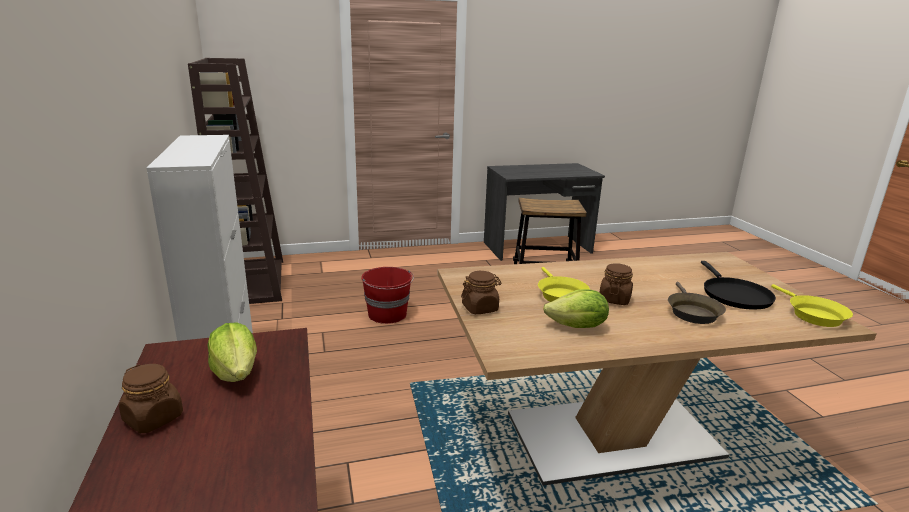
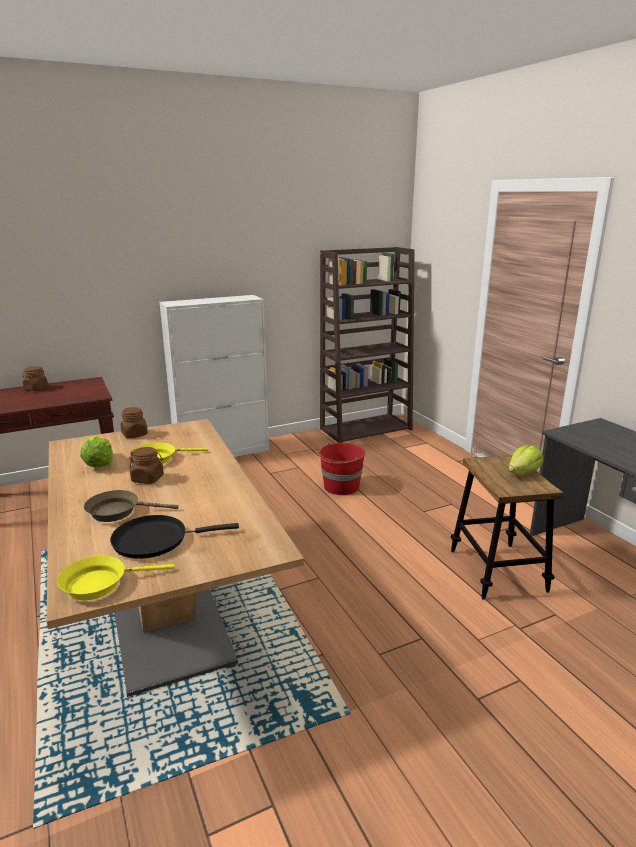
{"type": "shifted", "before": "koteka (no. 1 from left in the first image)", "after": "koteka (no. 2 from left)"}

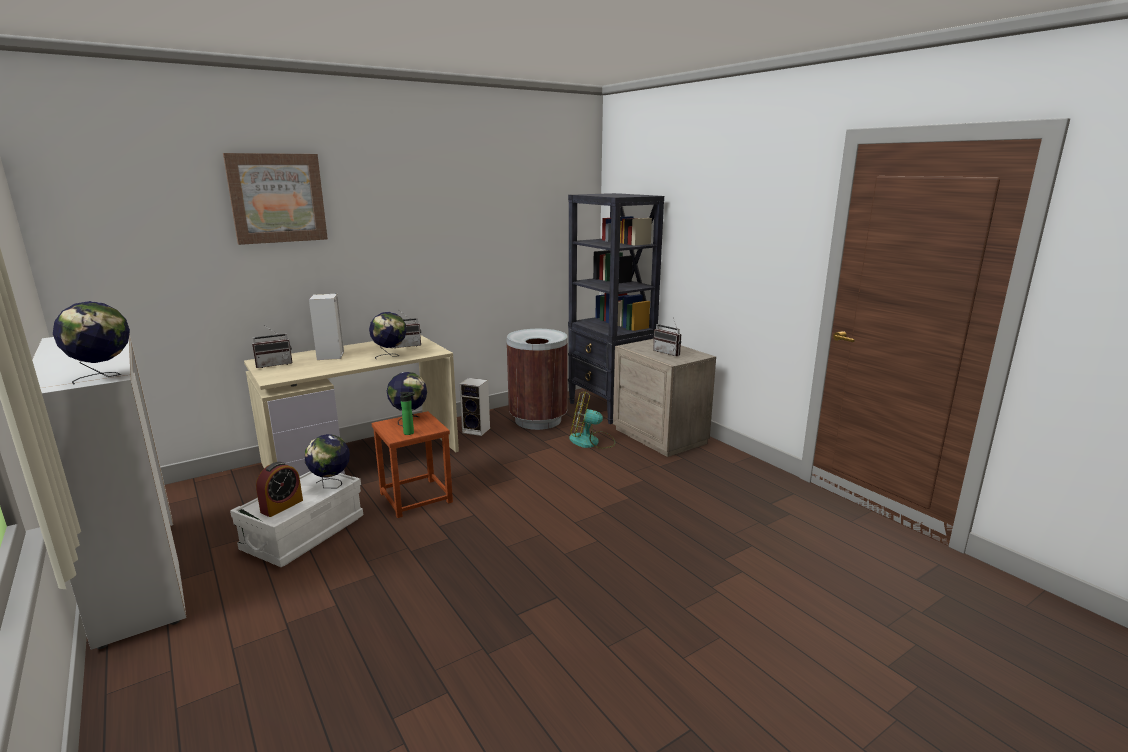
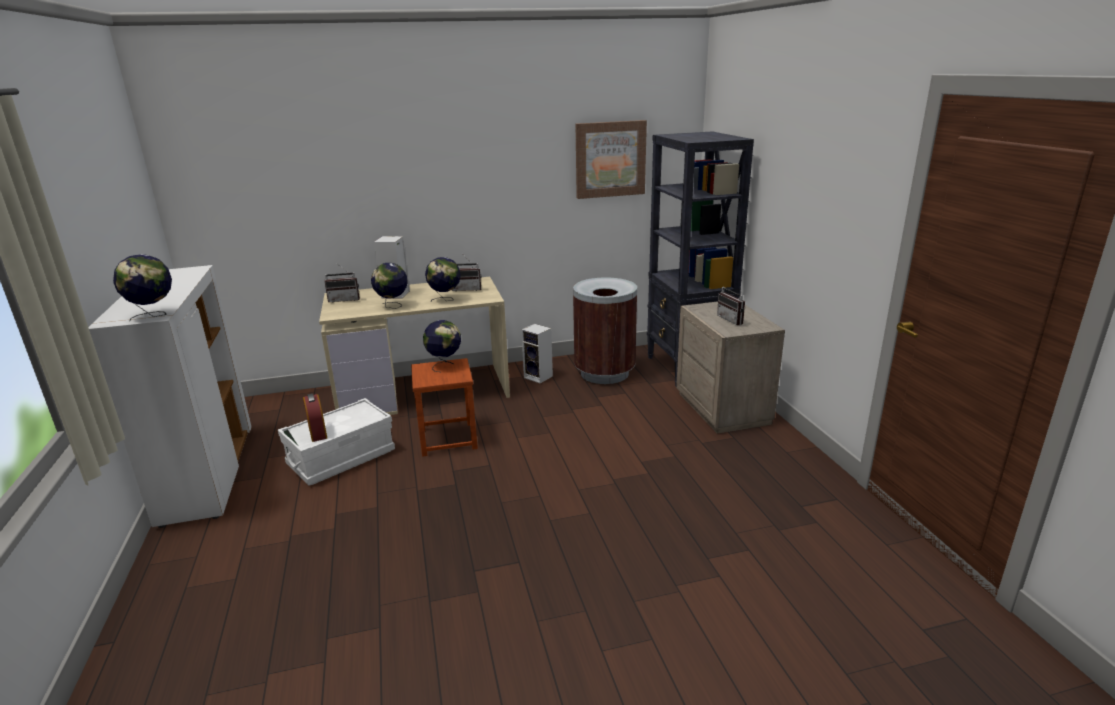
{"type": "shifted", "before": "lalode"}
{"type": "gone", "before": "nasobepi"}
{"type": "gone", "before": "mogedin"}
{"type": "shifted", "before": "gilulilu (no. 2 from left)"}
{"type": "rotated", "before": "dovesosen", "turn": 105}

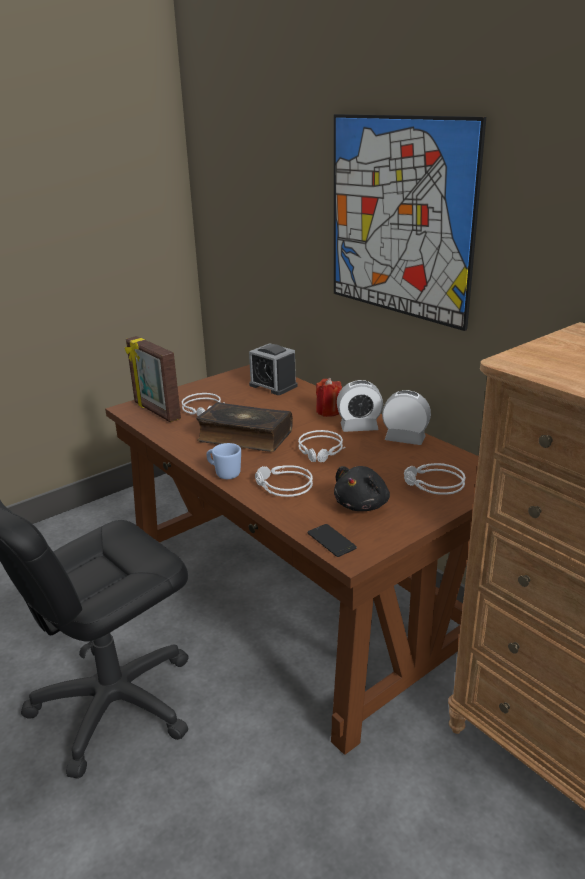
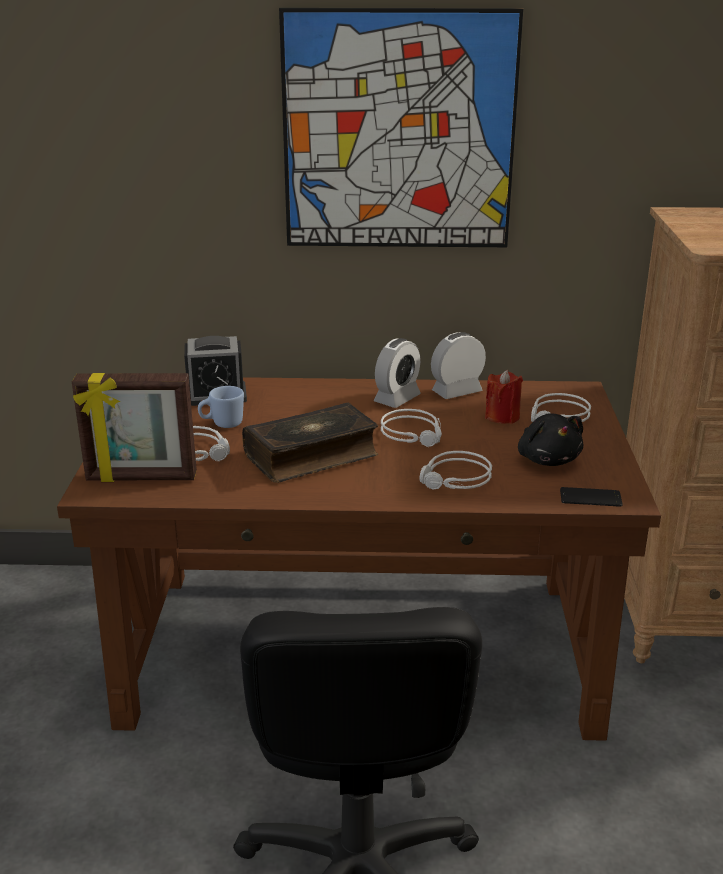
{"type": "shifted", "before": "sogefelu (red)"}
{"type": "shifted", "before": "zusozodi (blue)"}

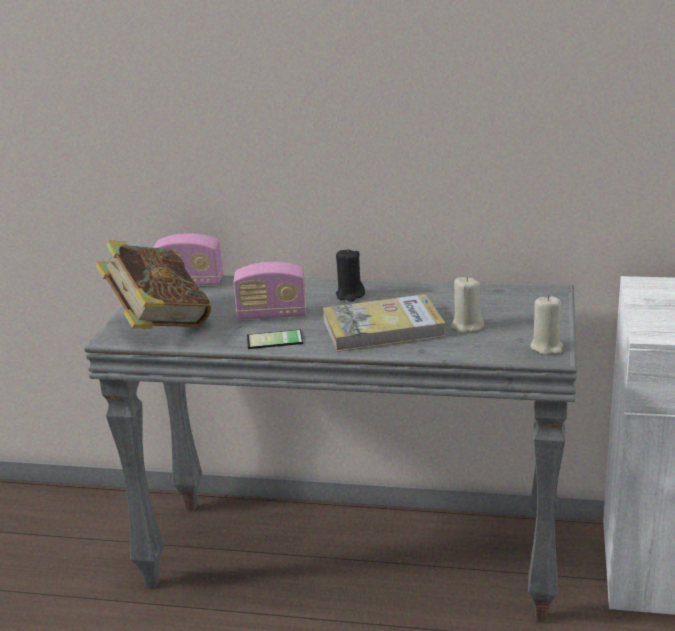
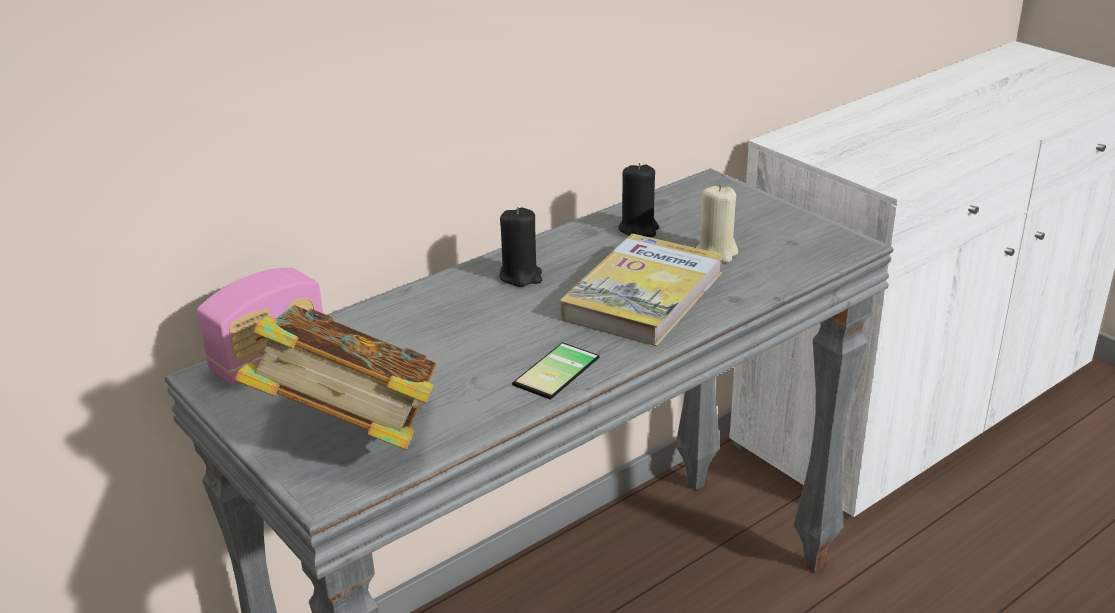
{"type": "gone", "before": "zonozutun (no. 2 from left)"}
{"type": "gone", "before": "sogefelu (beige) (no. 2 from left)"}
{"type": "new", "after": "sogefelu (black) (no. 2 from left)"}

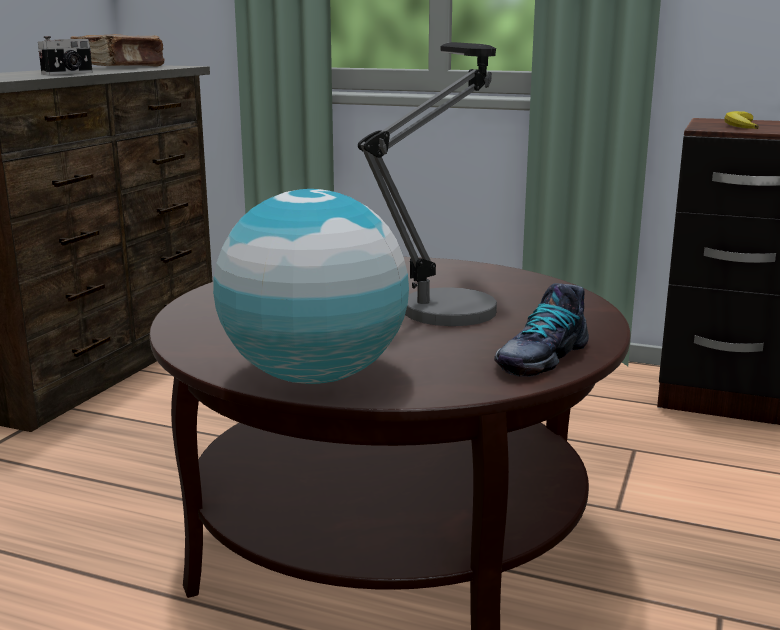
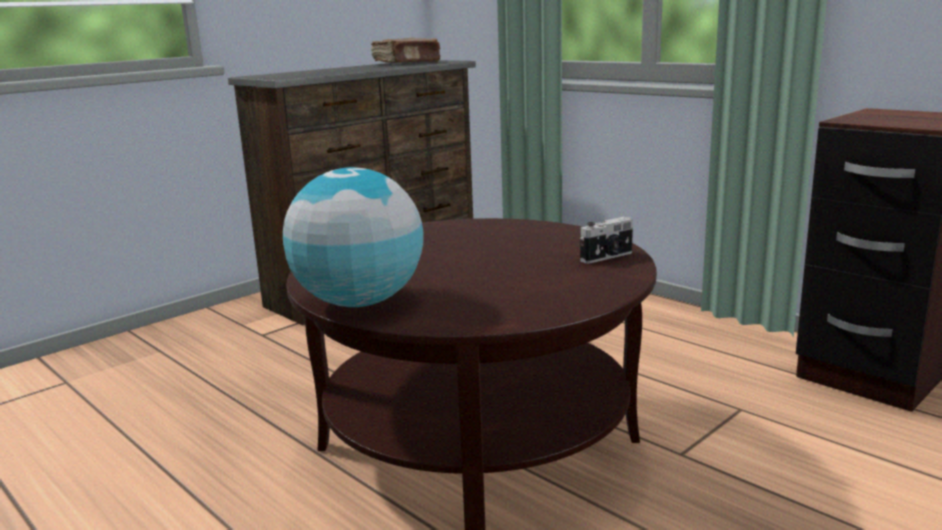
{"type": "shifted", "before": "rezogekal"}
{"type": "gone", "before": "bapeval"}
{"type": "gone", "before": "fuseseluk"}
{"type": "gone", "before": "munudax"}

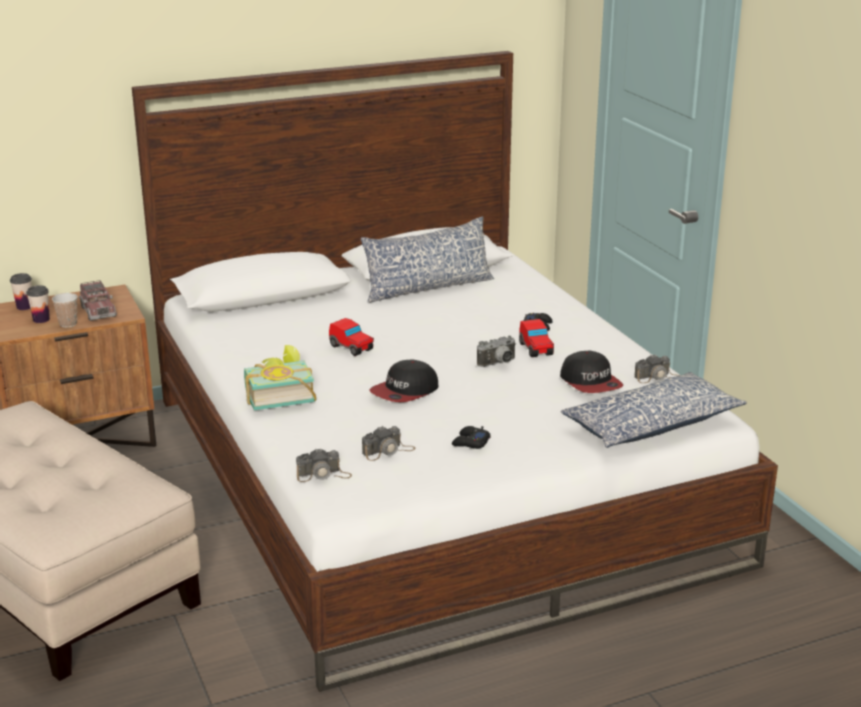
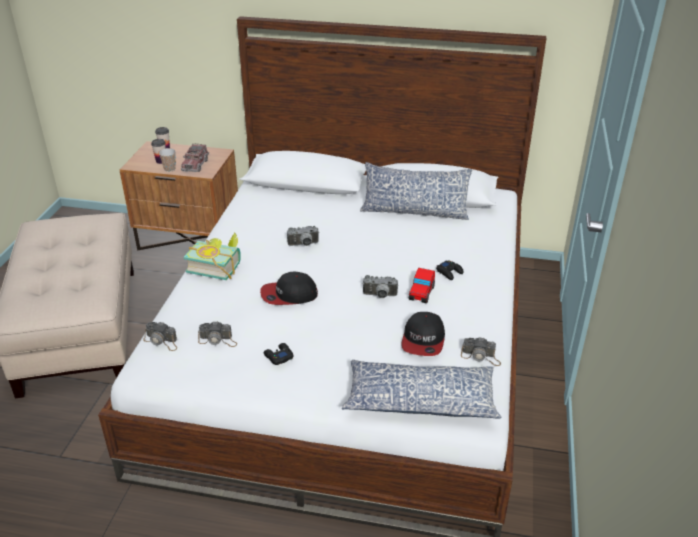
{"type": "swapped", "before": "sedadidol (no. 1 from left)", "after": "rezogekal (no. 3 from left)"}

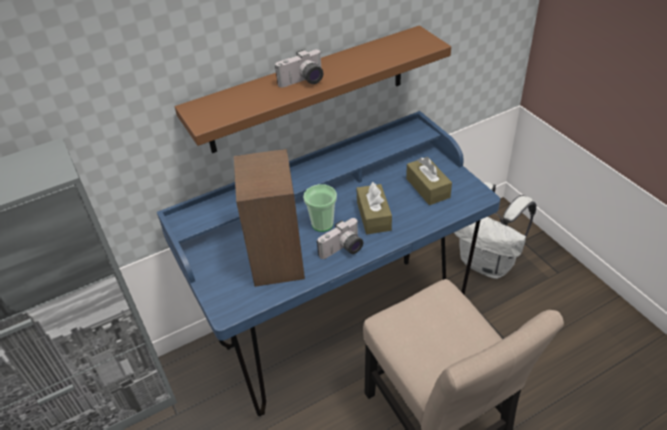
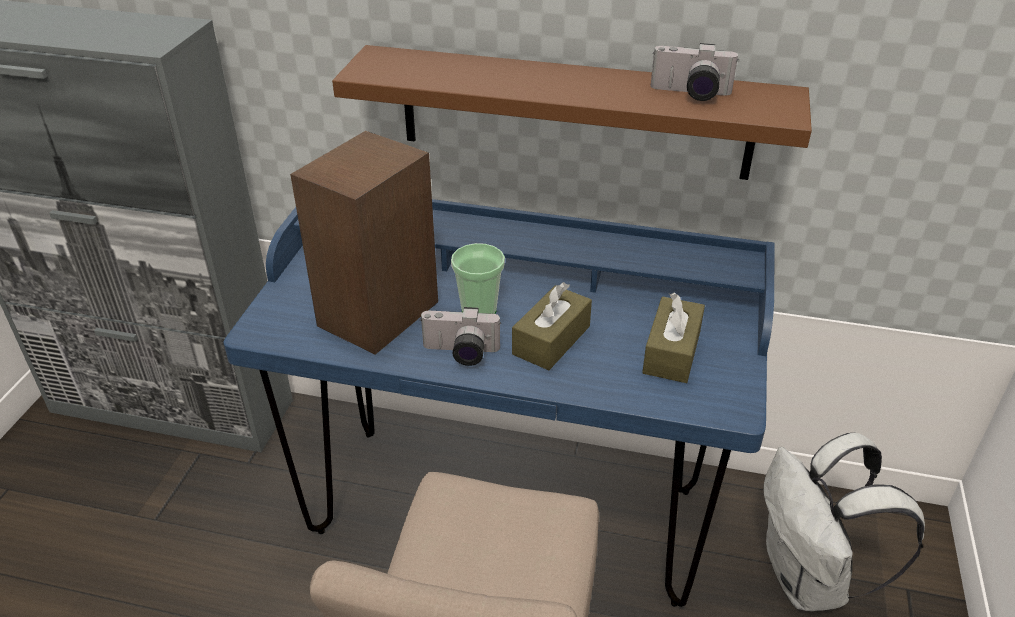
{"type": "shifted", "before": "rezogekal (no. 1 from left in the first image)", "after": "rezogekal (no. 2 from left)"}

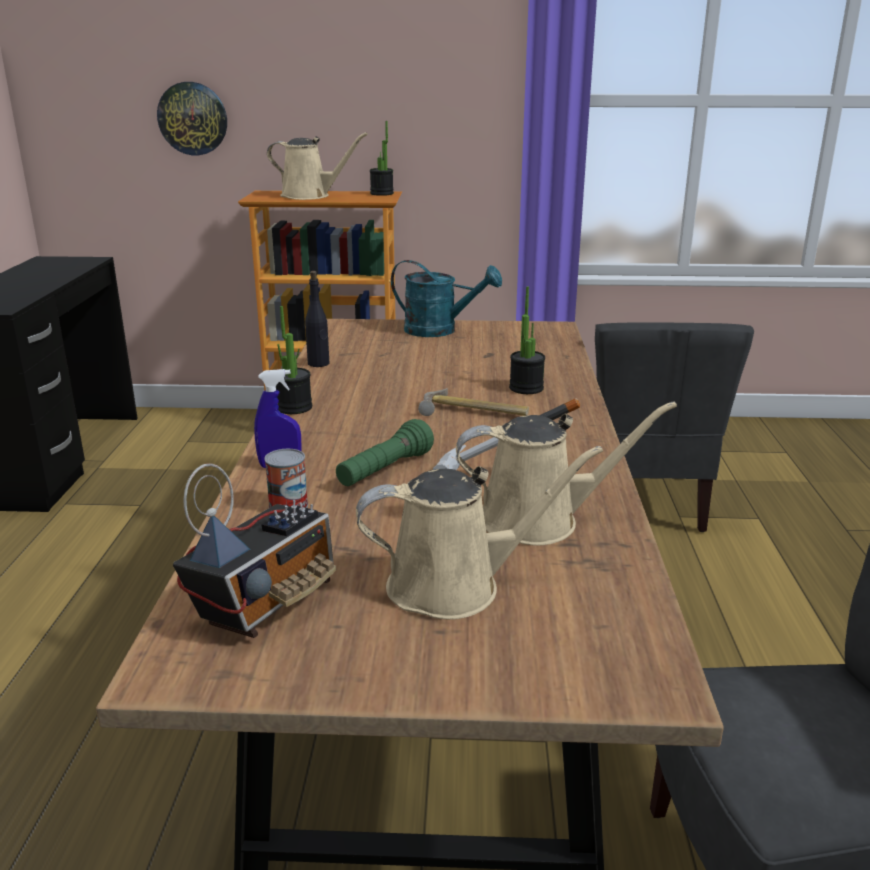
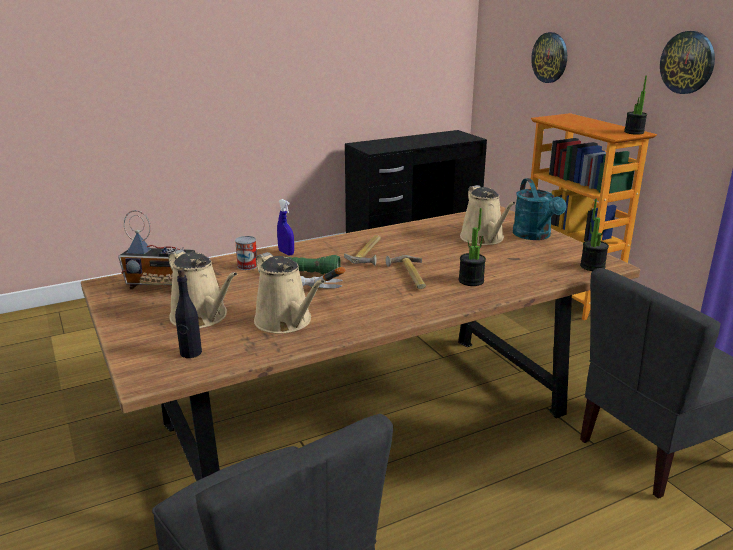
{"type": "shifted", "before": "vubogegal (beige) (no. 1 from left in the first image)", "after": "vubogegal (beige) (no. 3 from left)"}
{"type": "shifted", "before": "mogedin (black)"}
{"type": "shifted", "before": "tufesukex (no. 1 from left in the first image)", "after": "tufesukex (no. 2 from left)"}
{"type": "new", "after": "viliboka (no. 2 from left)"}
{"type": "new", "after": "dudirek (no. 2 from left)"}

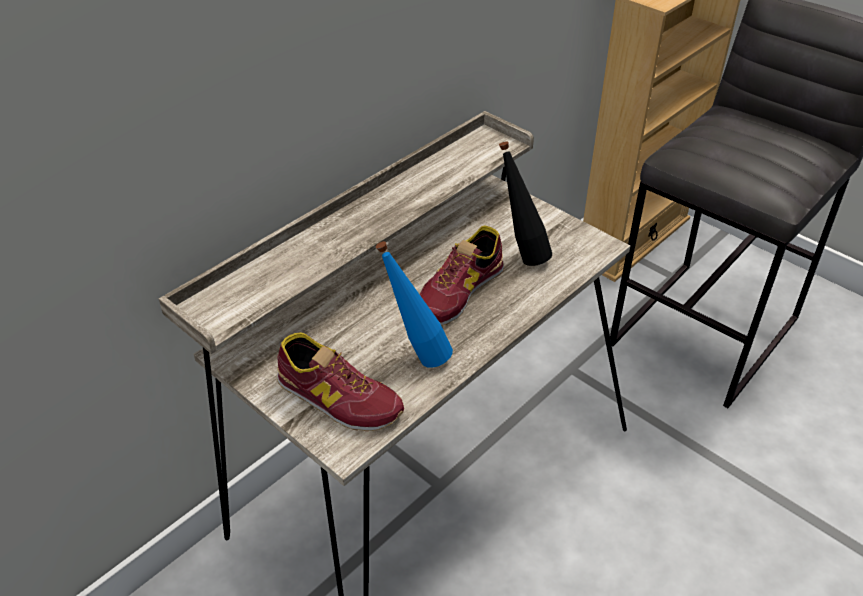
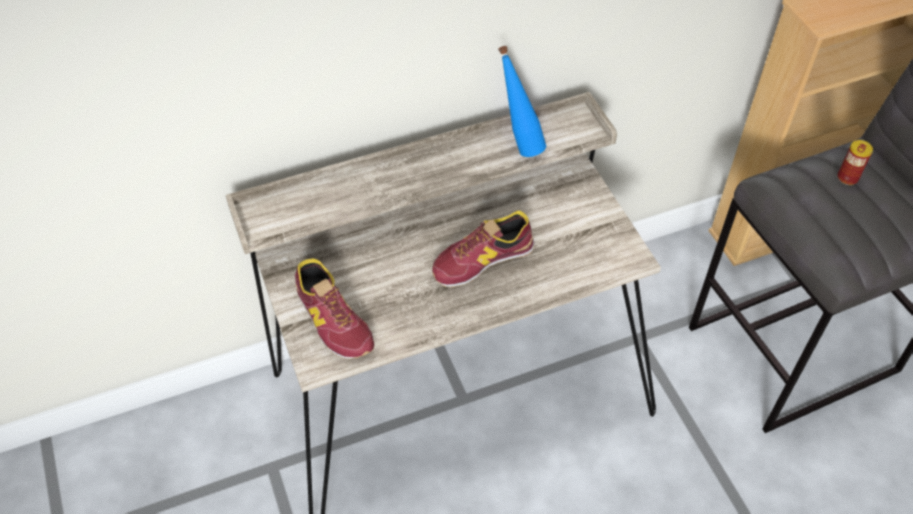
{"type": "gone", "before": "mogedin (black)"}
{"type": "shifted", "before": "mogedin (blue)"}
{"type": "new", "after": "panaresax"}

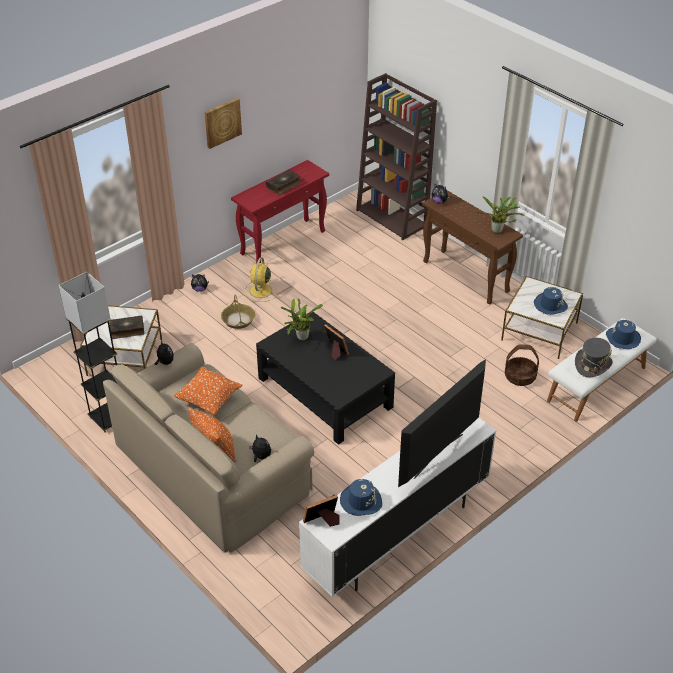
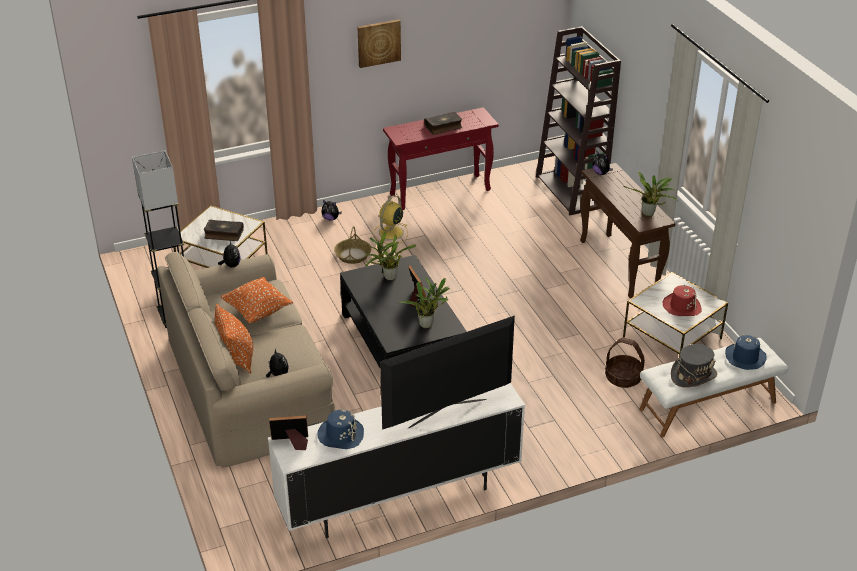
{"type": "repainted", "before": "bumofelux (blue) (no. 2 from left)", "after": "bumofelux (red)"}
{"type": "new", "after": "tufesukex (no. 2 from left)"}

